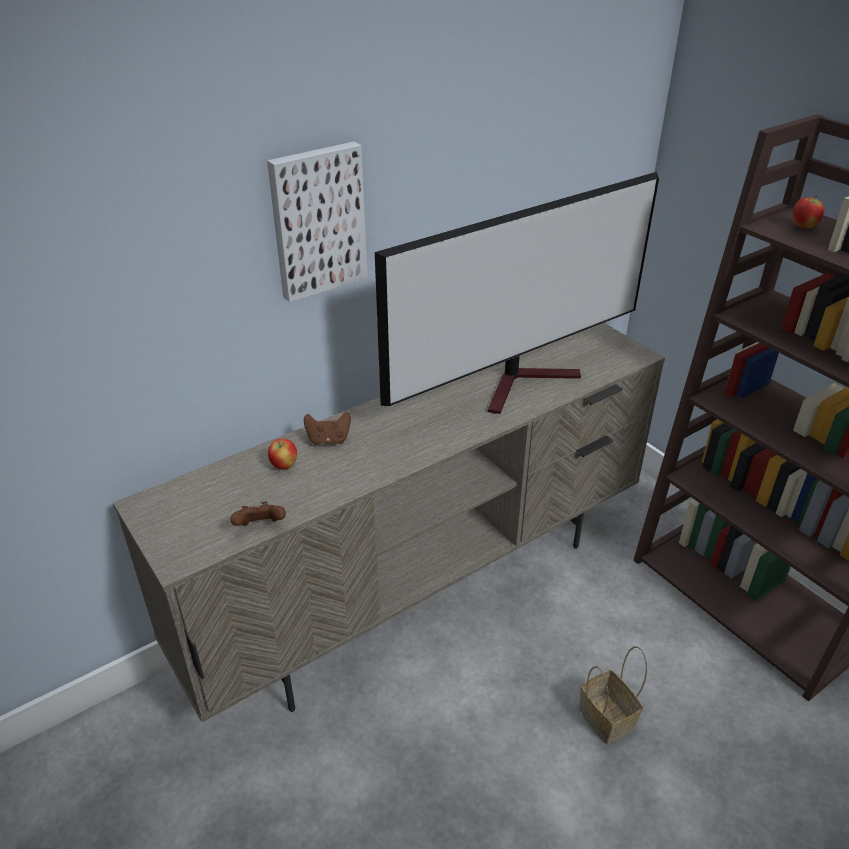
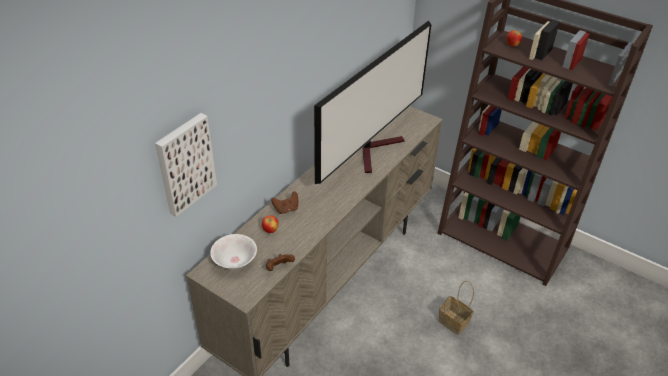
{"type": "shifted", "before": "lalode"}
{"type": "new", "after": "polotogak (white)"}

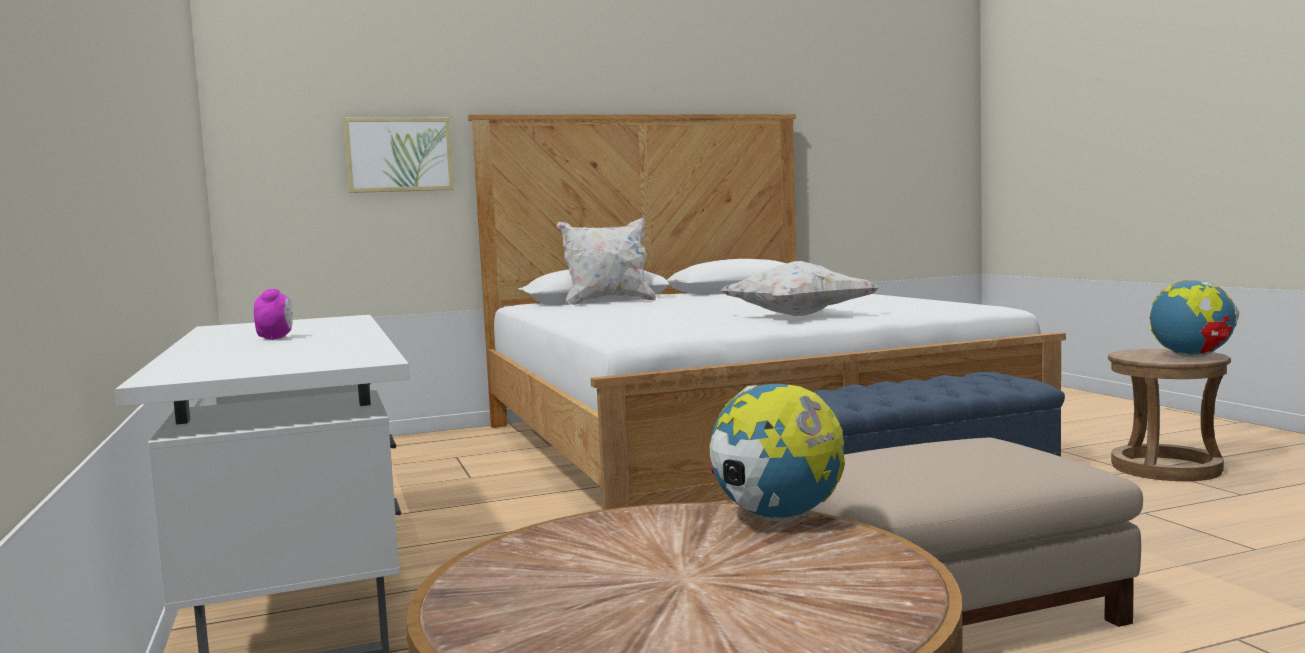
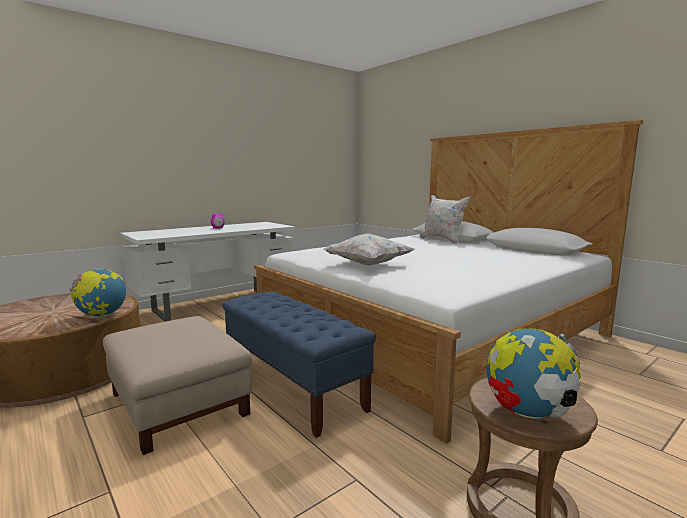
{"type": "gone", "before": "lalode"}

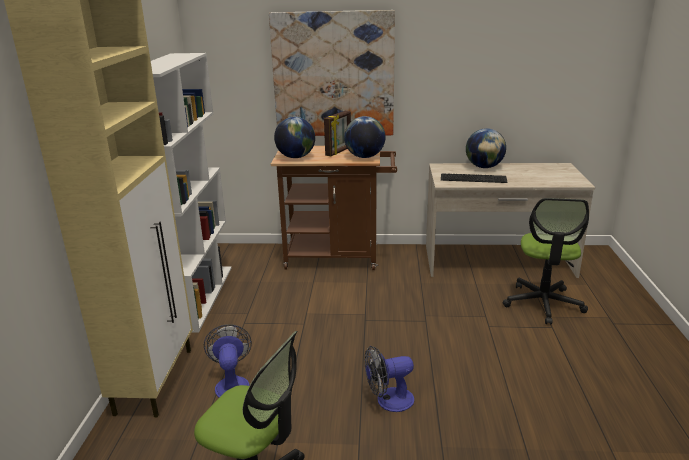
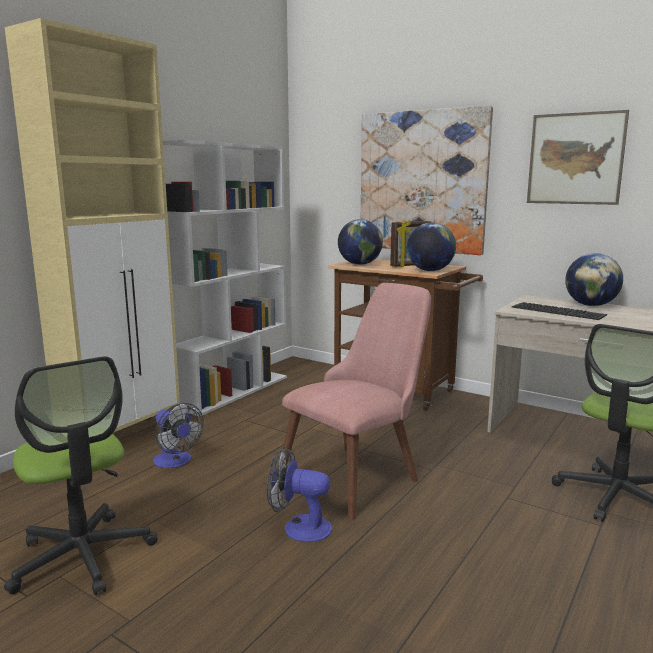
{"type": "rotated", "before": "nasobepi (no. 1 from left)", "turn": 120}
{"type": "new", "after": "lalode (no. 2 from left)"}
{"type": "new", "after": "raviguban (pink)"}

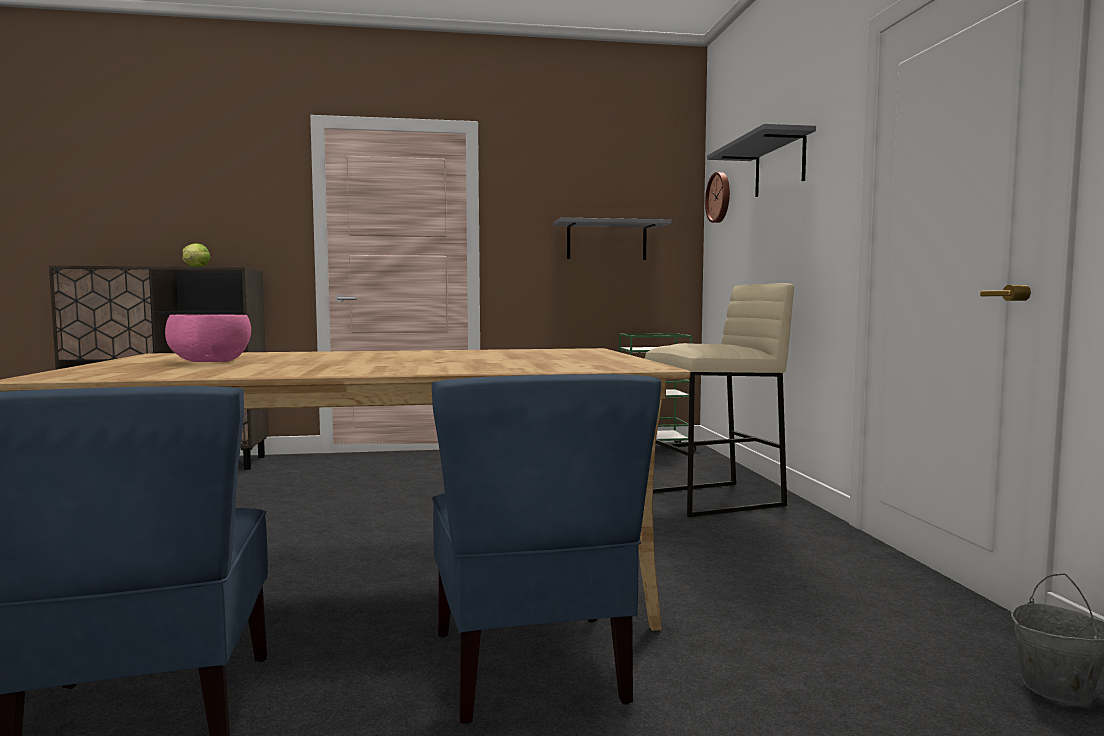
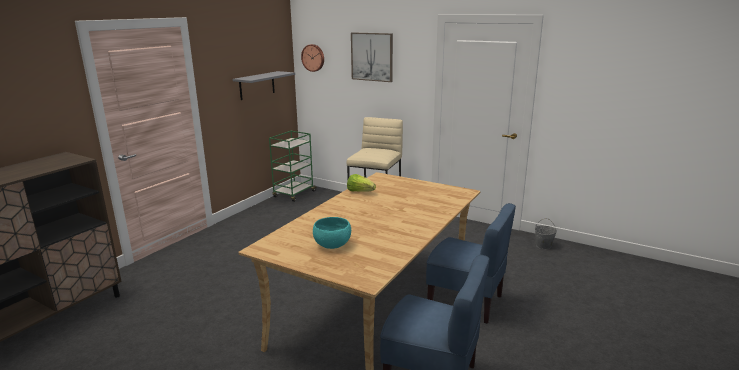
{"type": "swapped", "before": "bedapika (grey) (no. 2 from left)", "after": "lalode"}
{"type": "shifted", "before": "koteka"}
{"type": "repainted", "before": "polotogak (pink)", "after": "polotogak (turquoise)"}

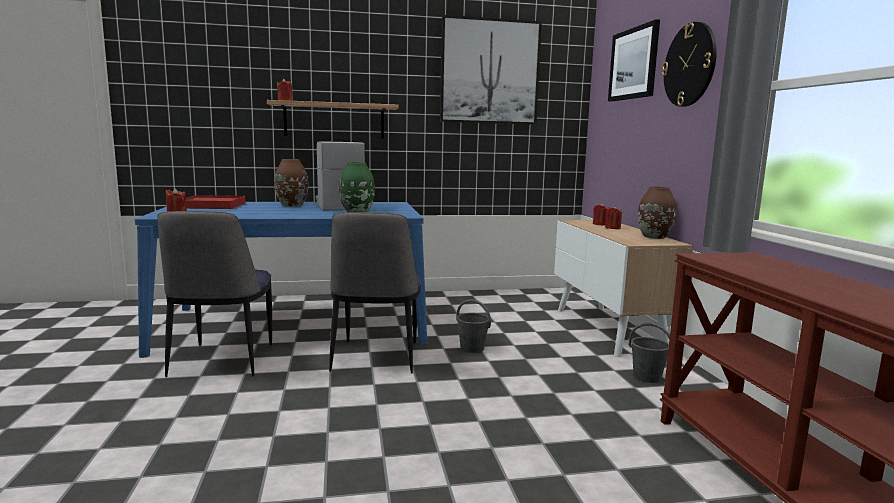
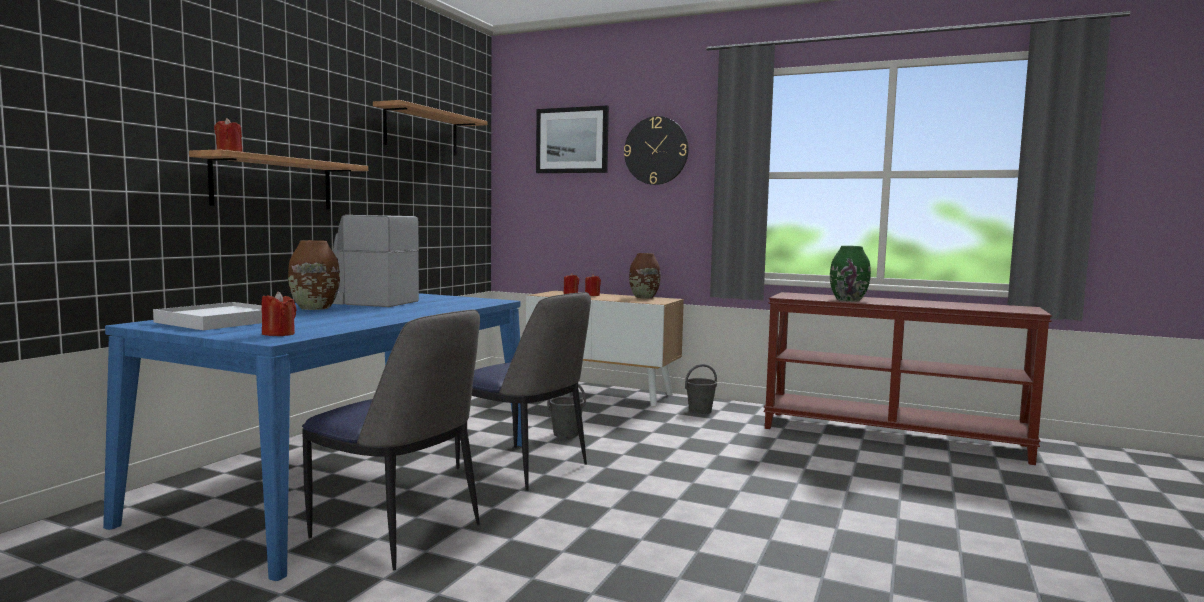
{"type": "swapped", "before": "lalode (no. 1 from left)", "after": "bedapika (no. 2 from left)"}
{"type": "shifted", "before": "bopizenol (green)"}
{"type": "repainted", "before": "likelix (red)", "after": "likelix (white)"}

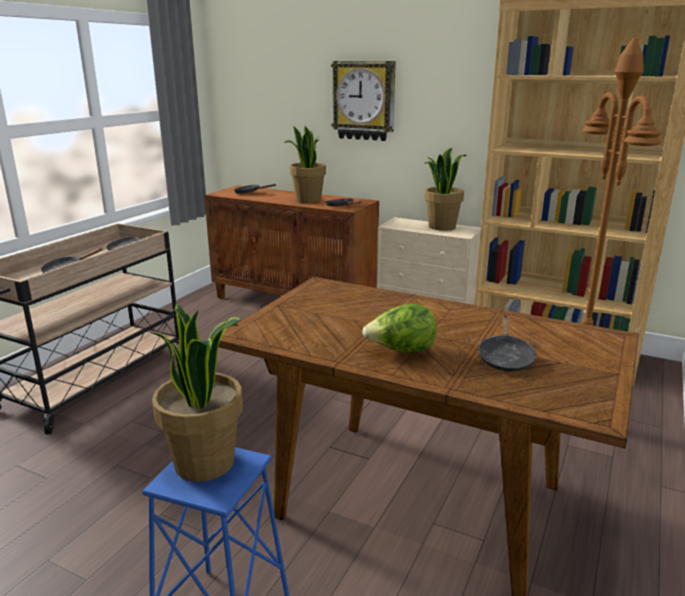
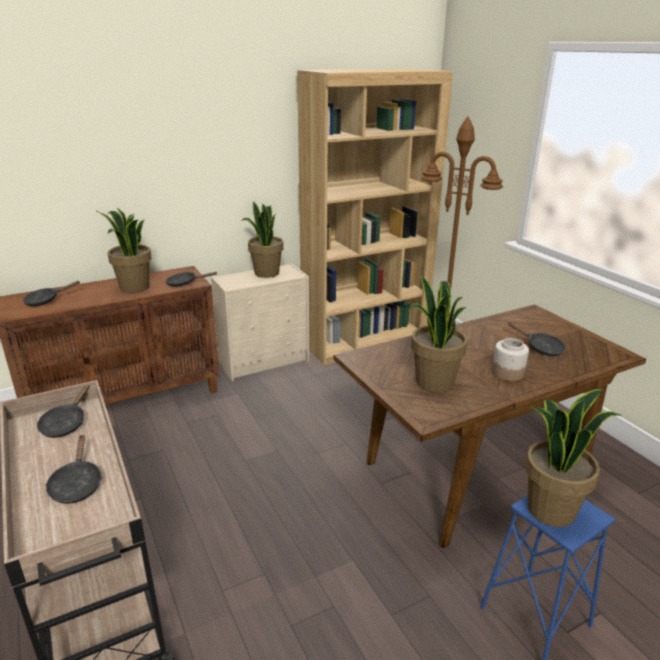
{"type": "gone", "before": "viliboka"}
{"type": "swapped", "before": "koteka", "after": "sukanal"}
{"type": "new", "after": "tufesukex (no. 3 from left)"}

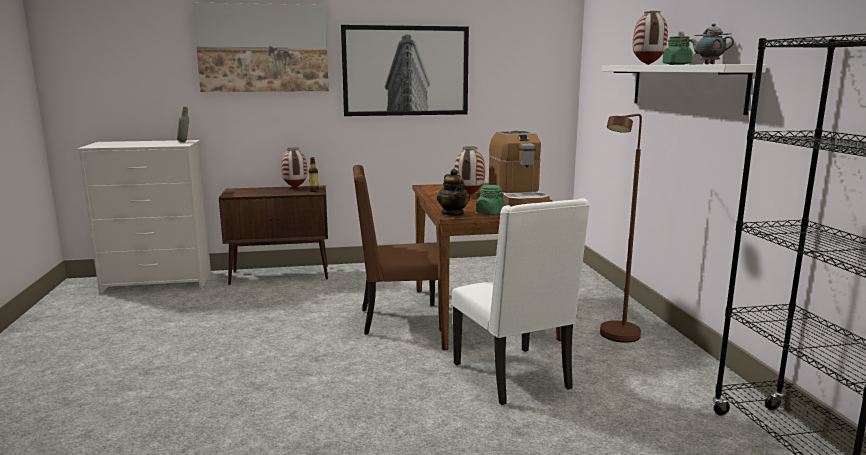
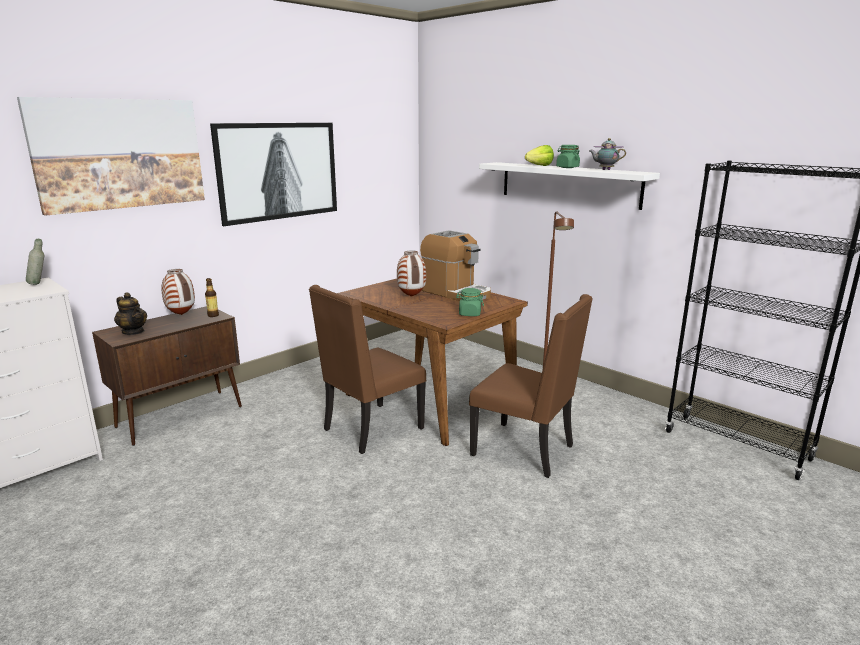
{"type": "swapped", "before": "bopizenol (no. 3 from left)", "after": "koteka"}
{"type": "shifted", "before": "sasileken (no. 1 from left)"}
{"type": "repainted", "before": "raviguban (white)", "after": "raviguban (brown) (no. 2 from left)"}

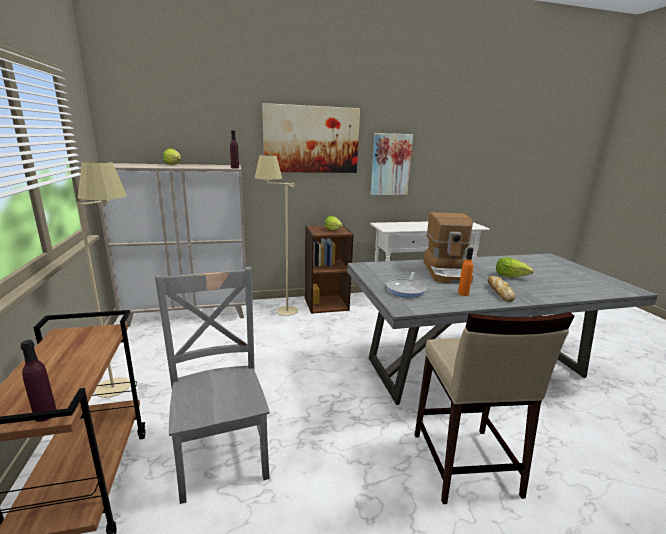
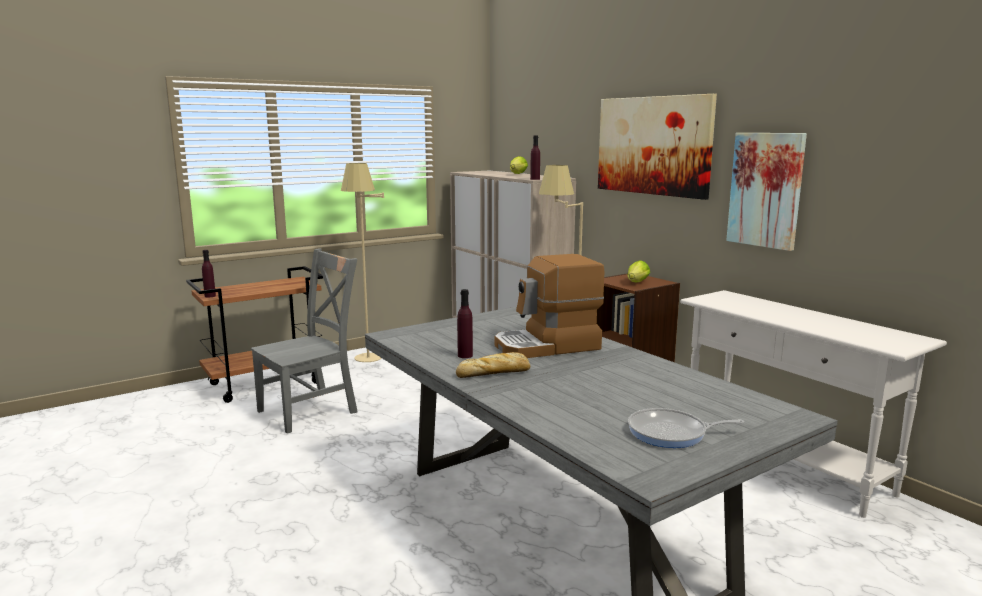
{"type": "repainted", "before": "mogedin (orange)", "after": "mogedin (purple) (no. 2 from left)"}
{"type": "gone", "before": "koteka (no. 3 from left)"}
{"type": "shifted", "before": "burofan"}
{"type": "gone", "before": "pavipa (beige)"}

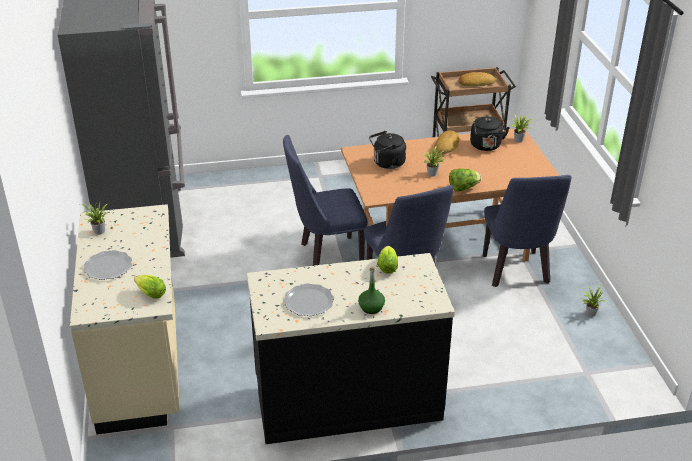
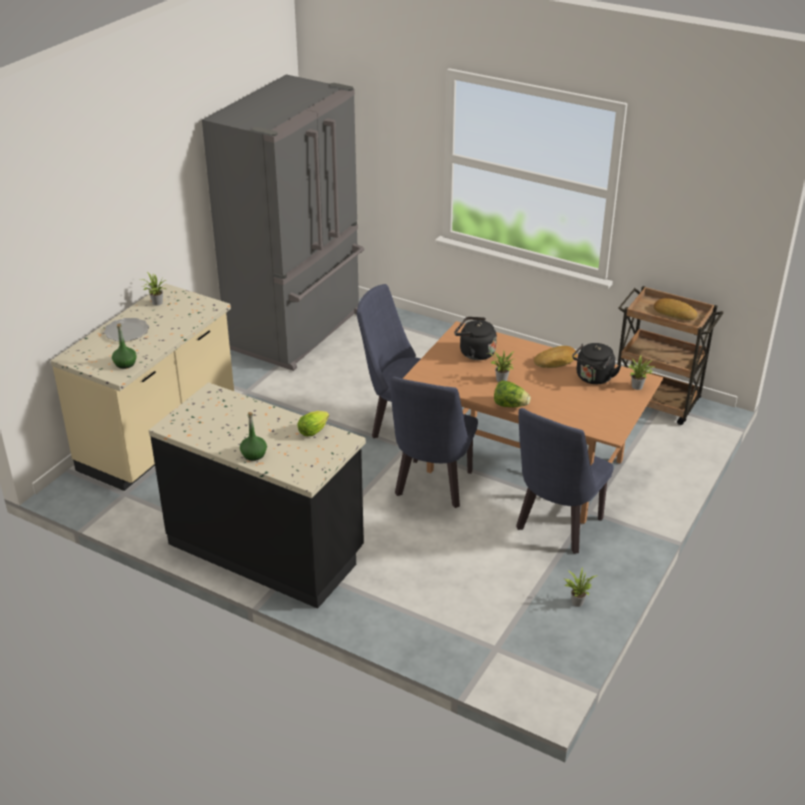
{"type": "swapped", "before": "koteka (no. 1 from left)", "after": "mogedin (green) (no. 1 from left)"}
{"type": "gone", "before": "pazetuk (no. 2 from left)"}

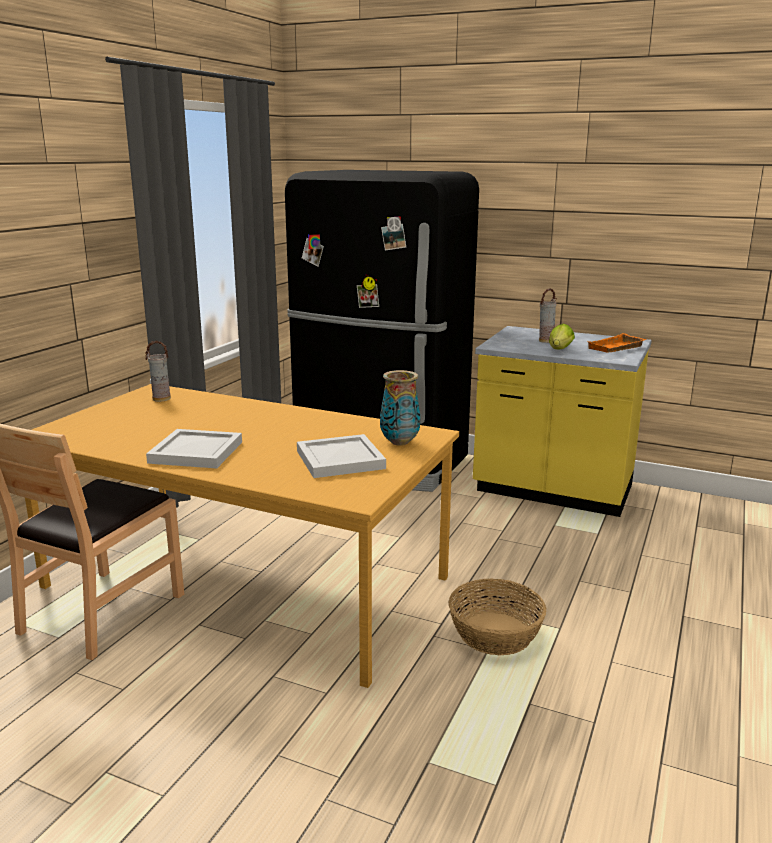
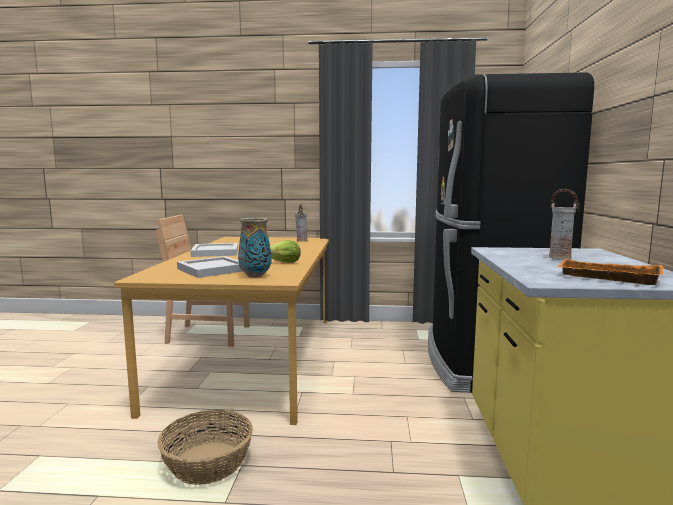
{"type": "shifted", "before": "koteka"}

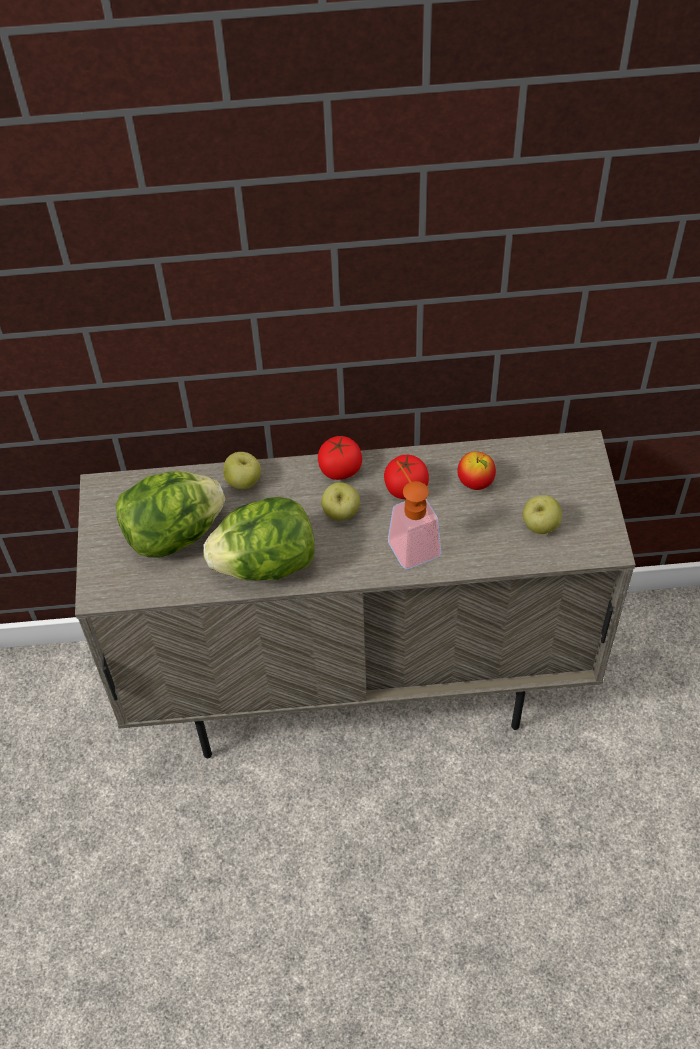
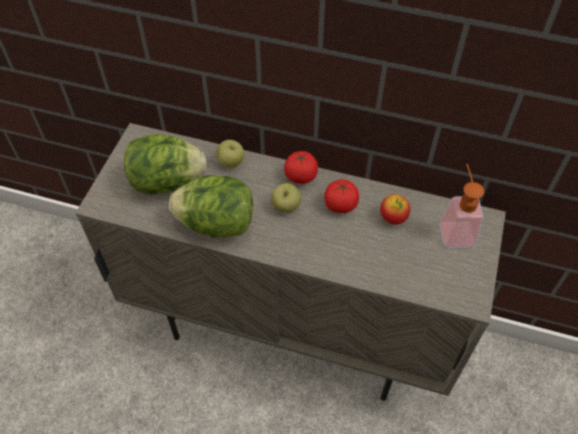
{"type": "shifted", "before": "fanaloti"}
{"type": "gone", "before": "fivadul (no. 4 from left)"}

